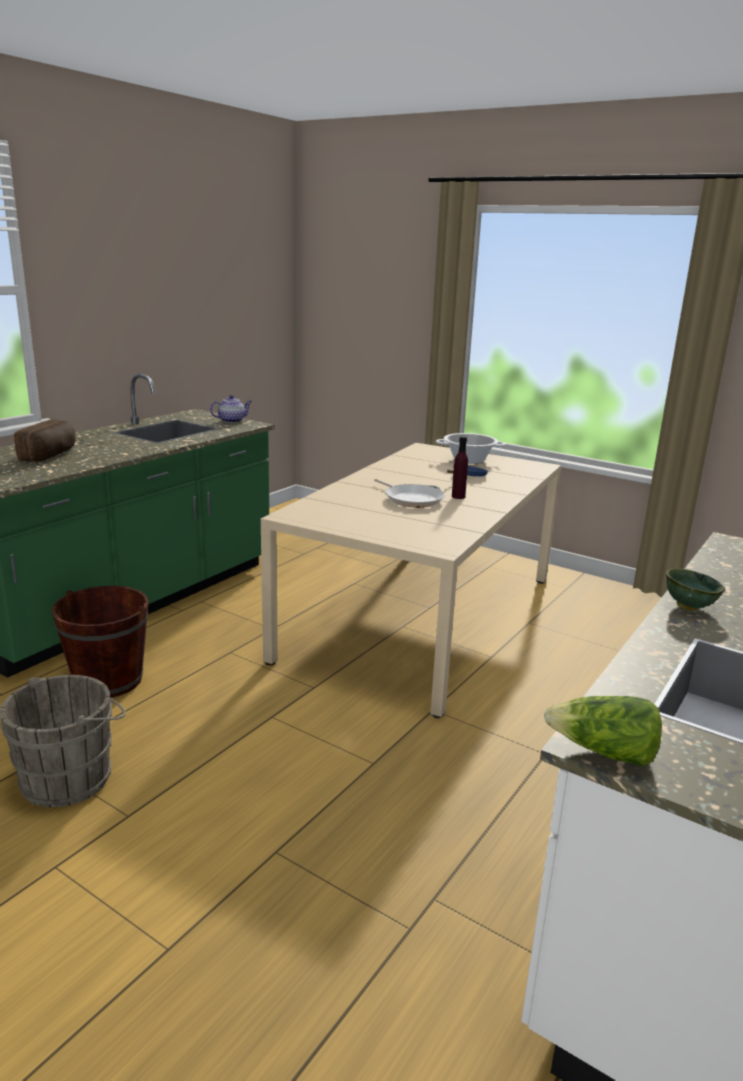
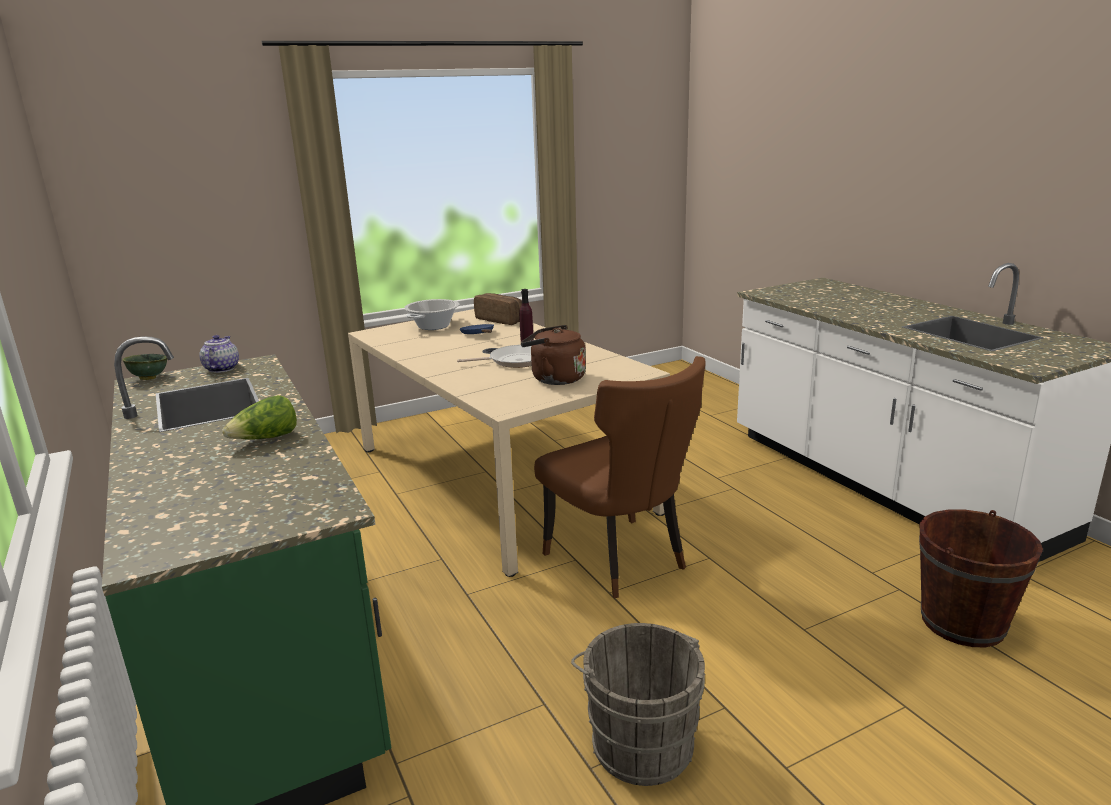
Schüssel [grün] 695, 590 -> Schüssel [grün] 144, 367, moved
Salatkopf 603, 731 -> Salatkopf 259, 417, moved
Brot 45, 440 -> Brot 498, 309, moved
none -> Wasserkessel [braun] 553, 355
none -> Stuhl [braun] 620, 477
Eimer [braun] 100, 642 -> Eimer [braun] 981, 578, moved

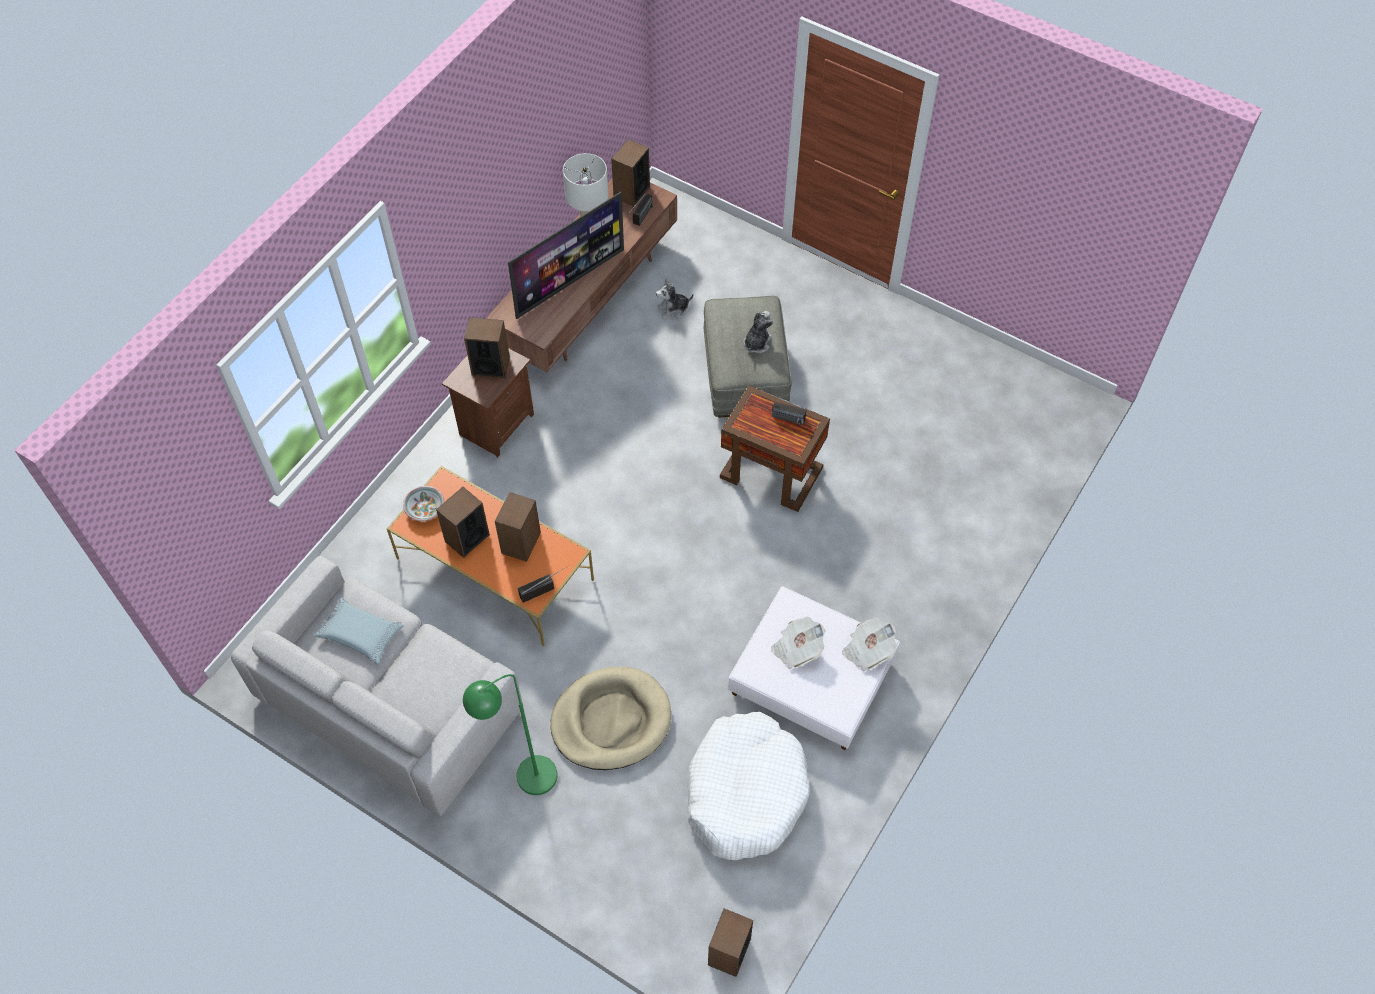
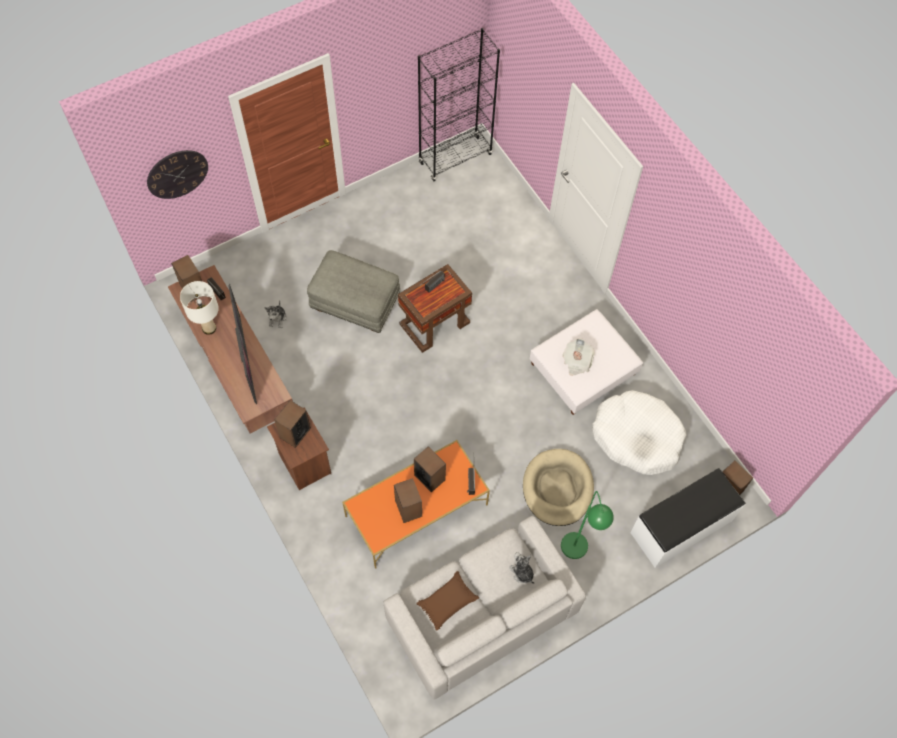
none -> Wanduhr 177, 174
Kissen [blau] 359, 631 -> Kissen [braun] 447, 600
none -> Bücherregal [schwarz] 459, 104
Plüschtier 758, 332 -> Plüschtier 521, 568, moved
none -> Bank [weiß] 687, 518
Schüssel 423, 503 -> none
Zeitung 869, 644 -> none

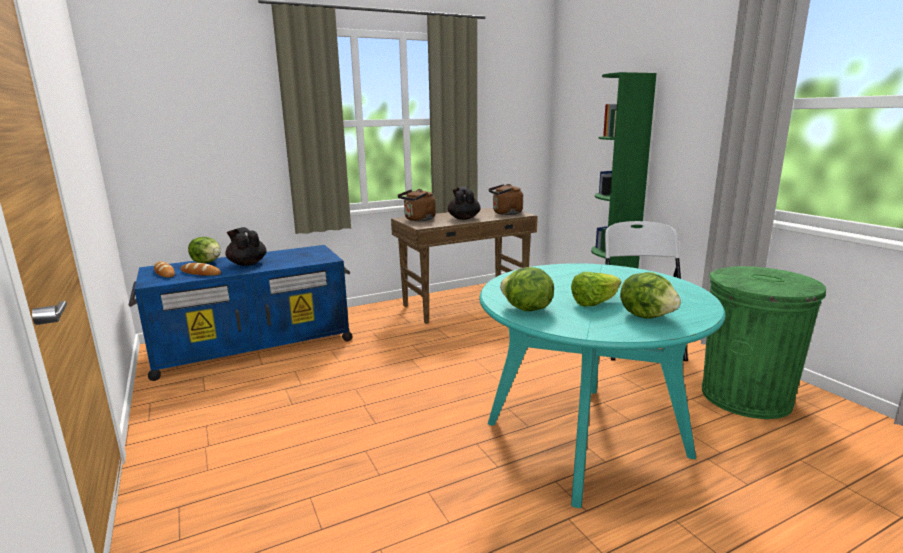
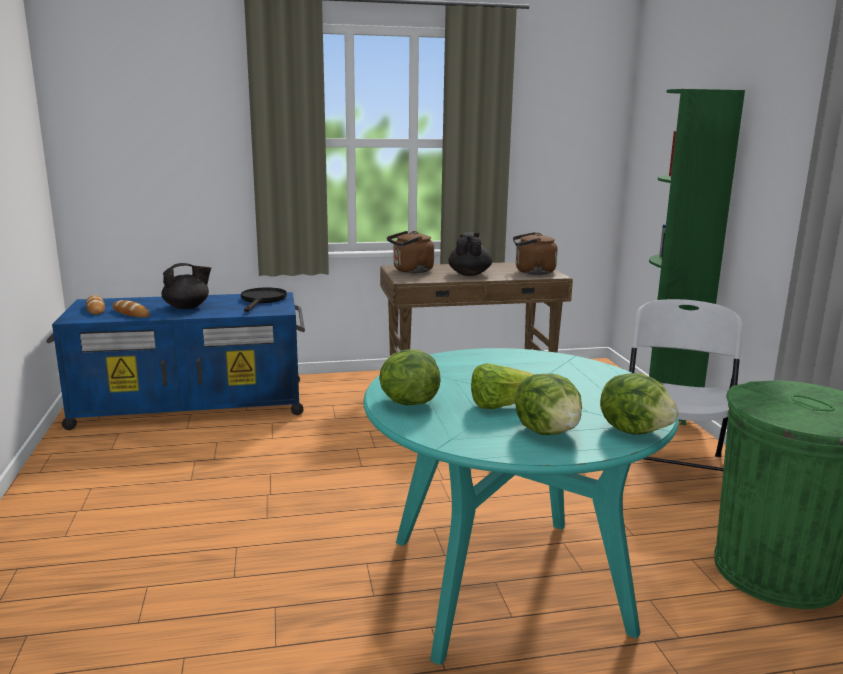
Teekanne [schwarz] 246, 246 -> Teekanne [schwarz] 186, 286, 90 degrees clockwise
none -> Pfanne [schwarz] 264, 299
Salatkopf 204, 250 -> Salatkopf 639, 404, moved

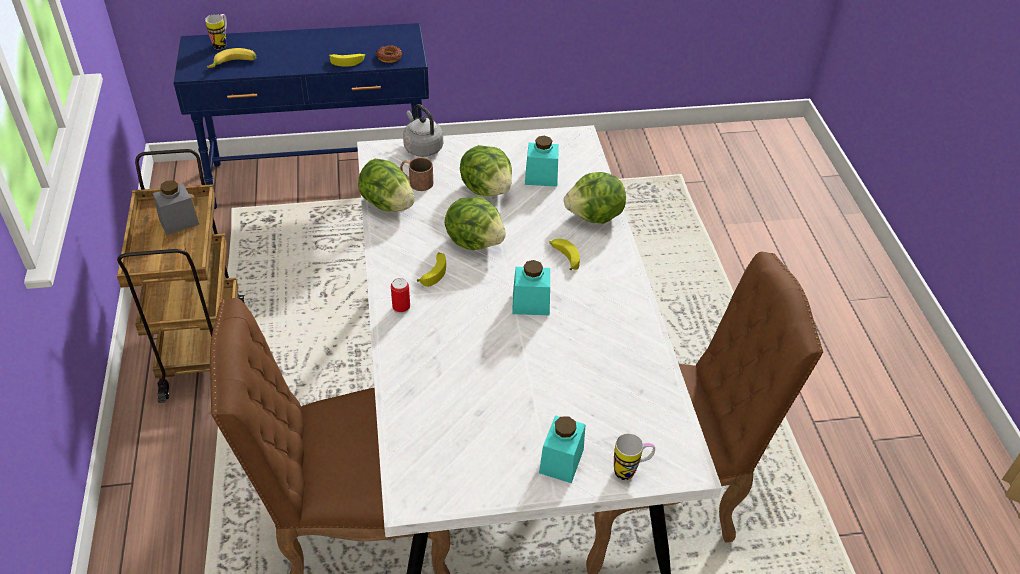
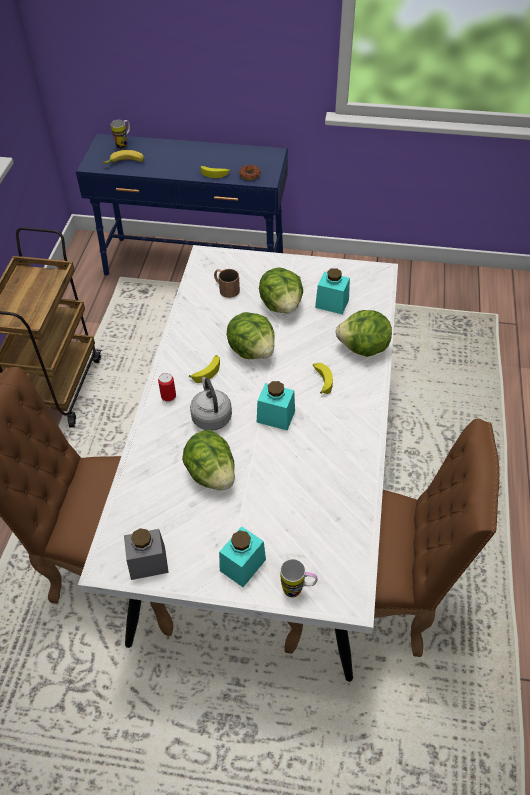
Vorratsglas [grau] 176, 207 -> Vorratsglas [grau] 146, 554, moved
Salatkopf 386, 185 -> Salatkopf 208, 460, moved
Wasserkessel [grau] 423, 130 -> Wasserkessel [grau] 211, 404, moved

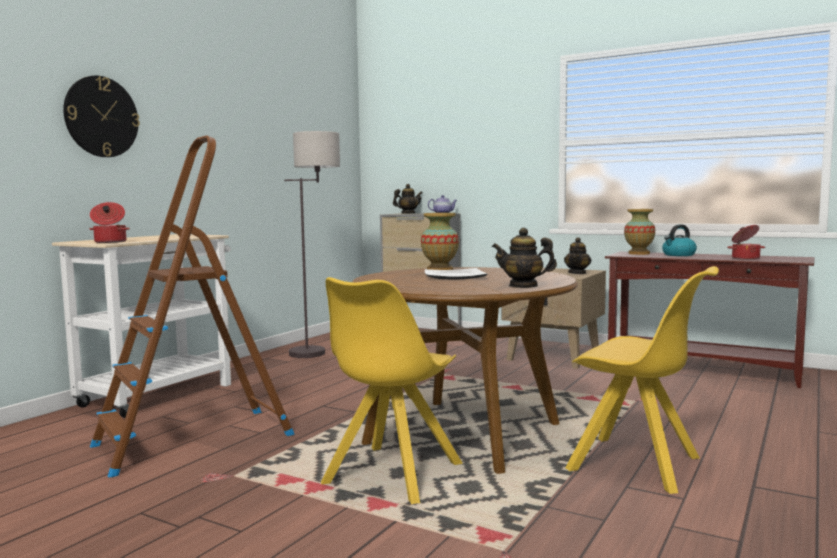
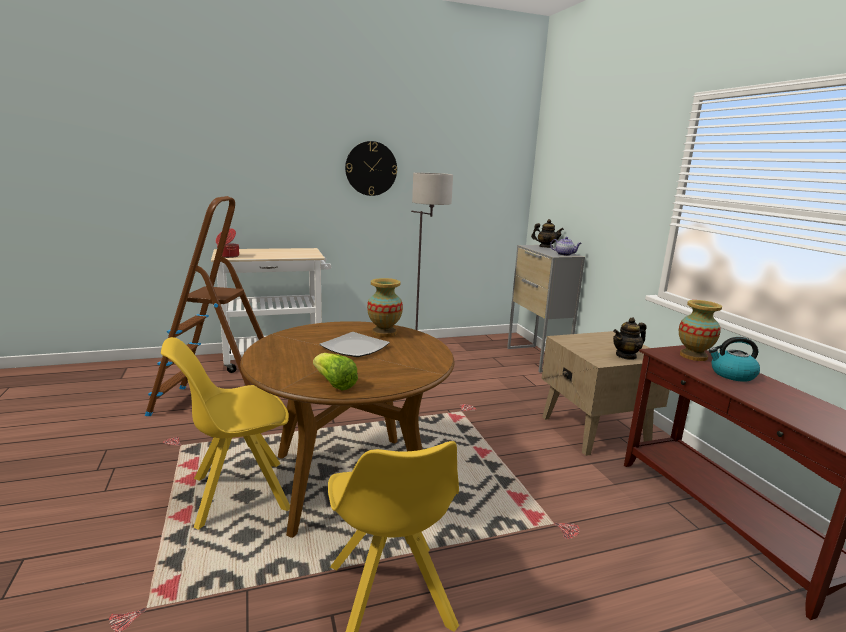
Teekanne 524, 258 -> Salatkopf 335, 372
Wanduhr 101, 116 -> Wanduhr 371, 168, moved
Kochtopf 746, 242 -> none

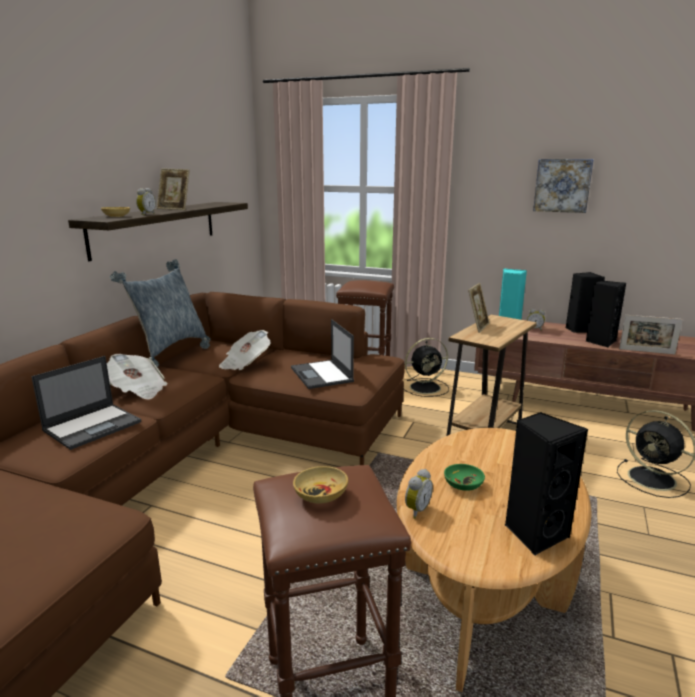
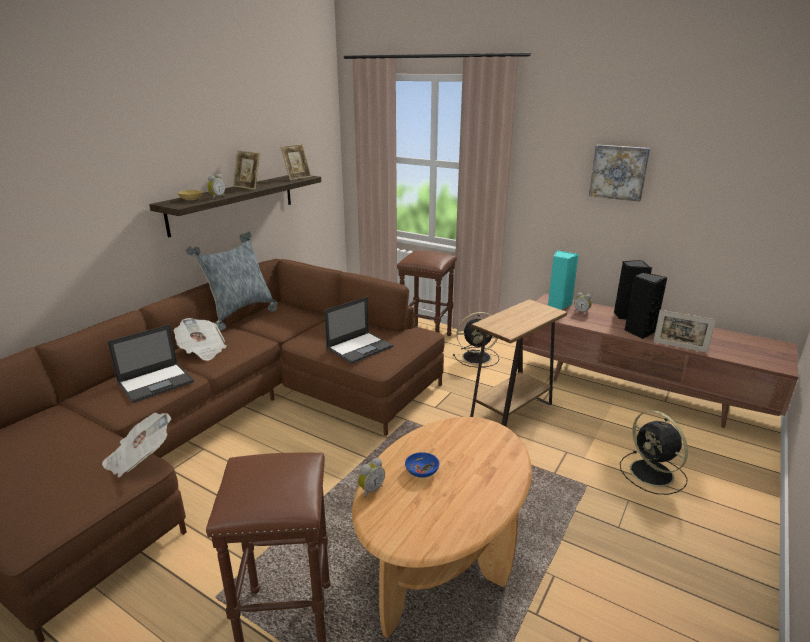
Zeitung 244, 350 -> Zeitung 136, 444, moved
Bilderrahmen 478, 308 -> Bilderrahmen 296, 162, moved
Laptop 322, 354 -> Laptop 358, 330, 120 degrees counterclockwise
Schüssel [grün] 464, 477 -> Schüssel [blau] 422, 465
Schüssel [beige] 320, 484 -> none
Lautsprecher [schwarz] 546, 484 -> none

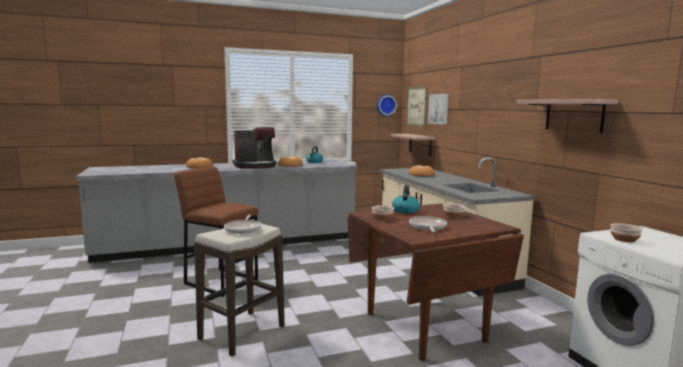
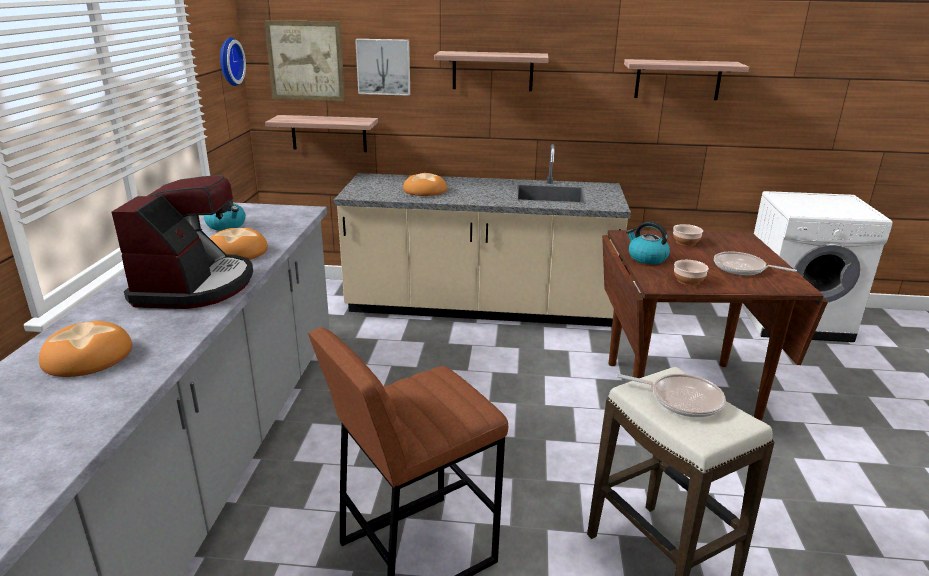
none -> Wandregal 491, 71
Schüssel 627, 233 -> none

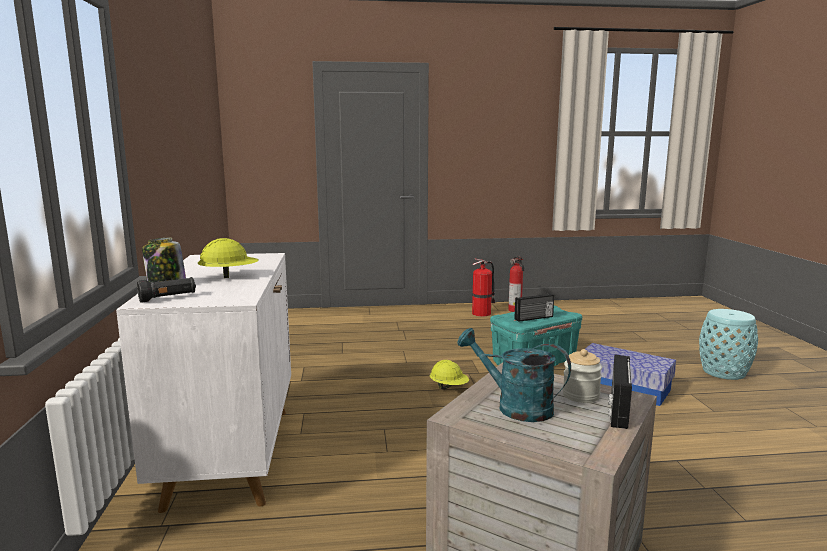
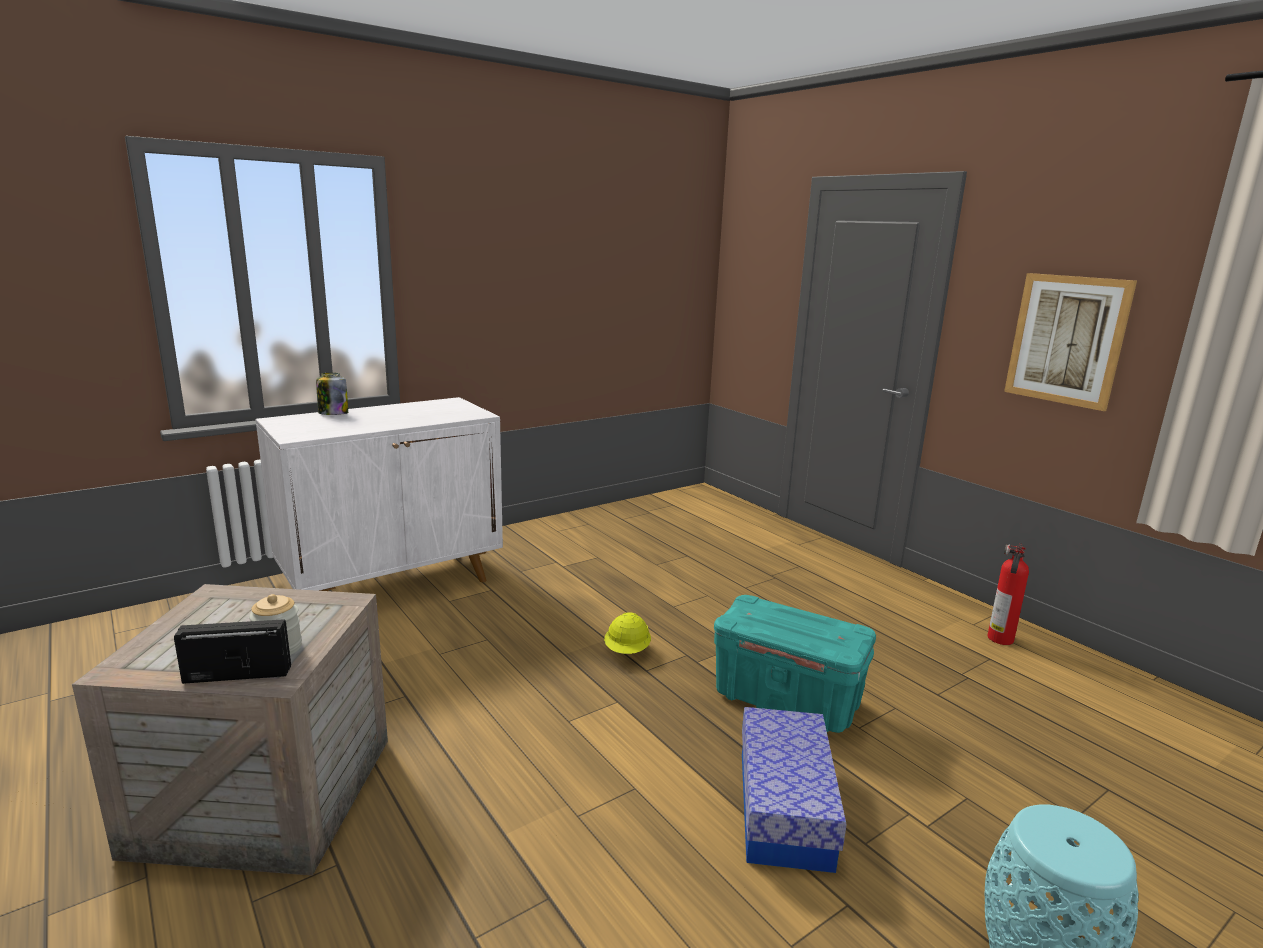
none -> Bild 1070, 342
Taschenlampe [schwarz] 166, 290 -> none
Schutzhelm [gelb] 228, 258 -> none
Gießkanne [türkis] 514, 375 -> none
Feuerlöscher 483, 287 -> none
Radio 534, 307 -> none

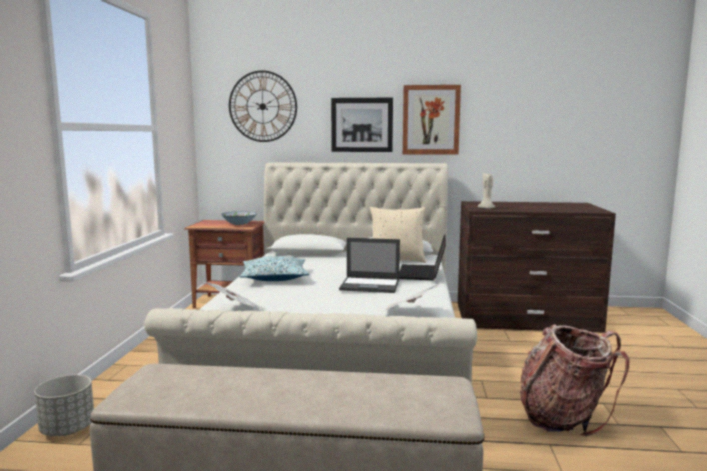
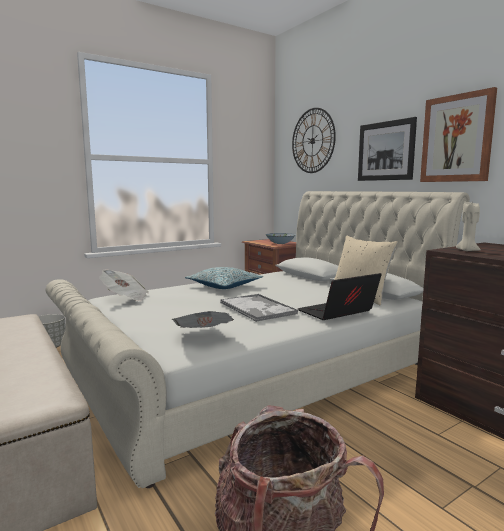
Laptop 369, 265 -> Tablett 259, 308

